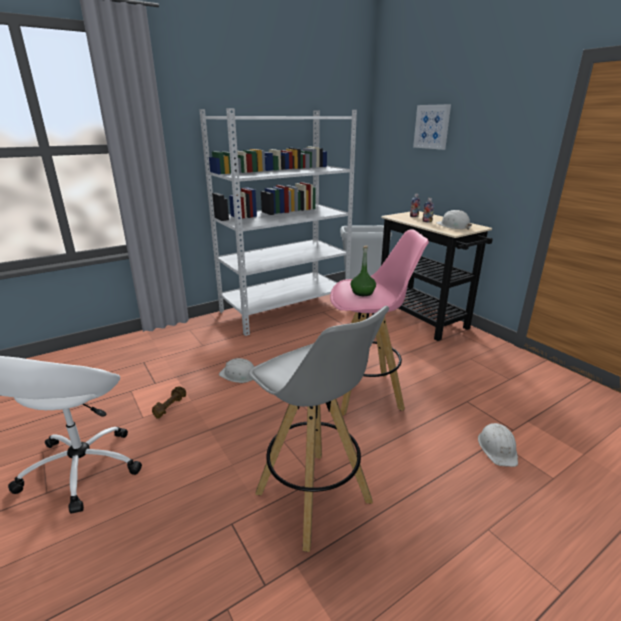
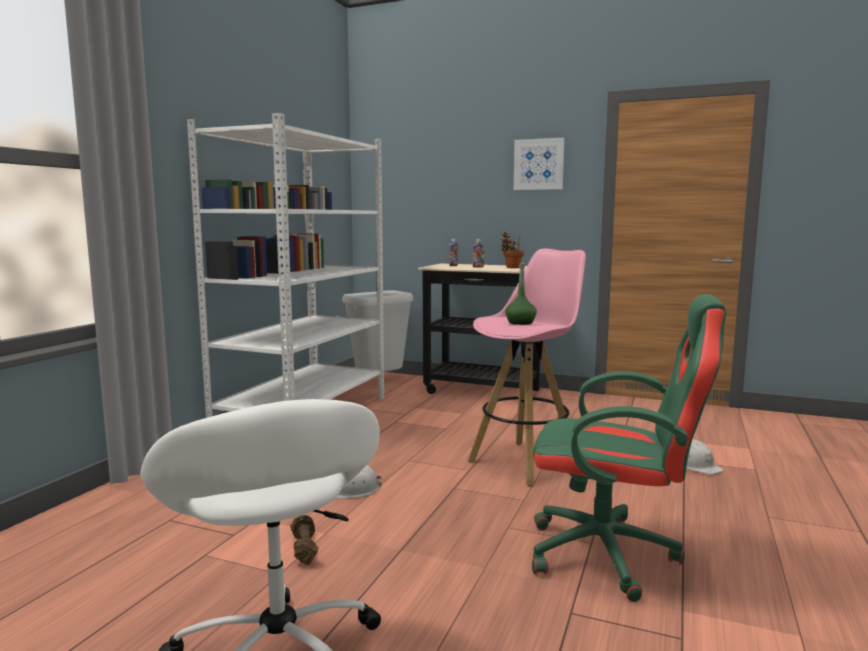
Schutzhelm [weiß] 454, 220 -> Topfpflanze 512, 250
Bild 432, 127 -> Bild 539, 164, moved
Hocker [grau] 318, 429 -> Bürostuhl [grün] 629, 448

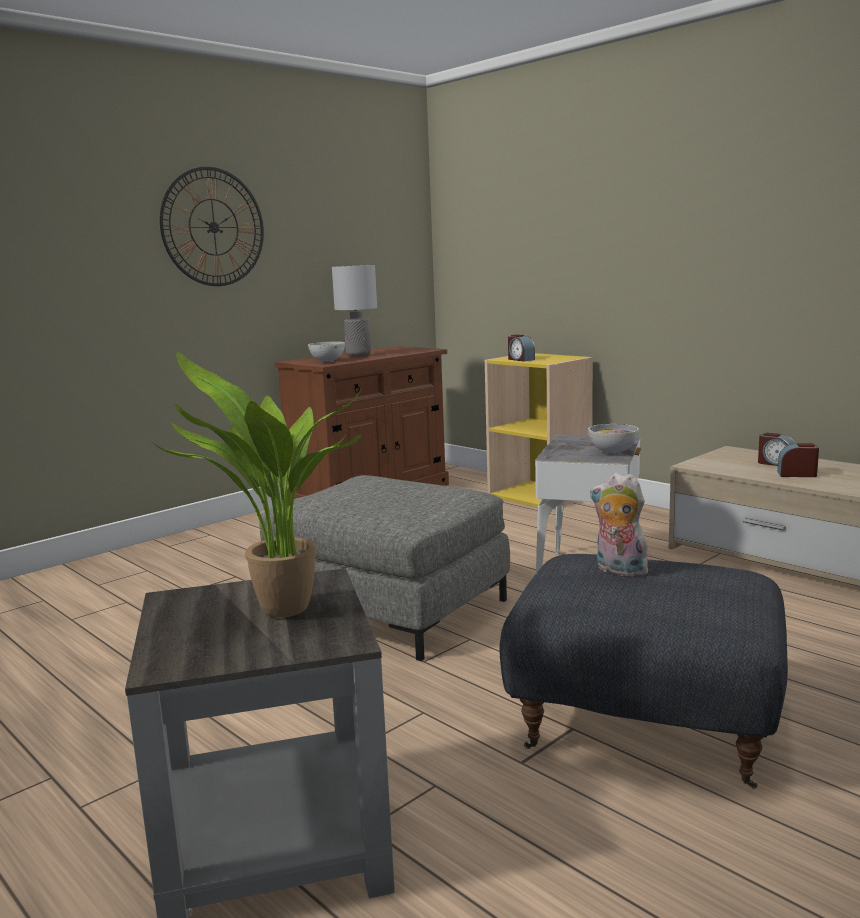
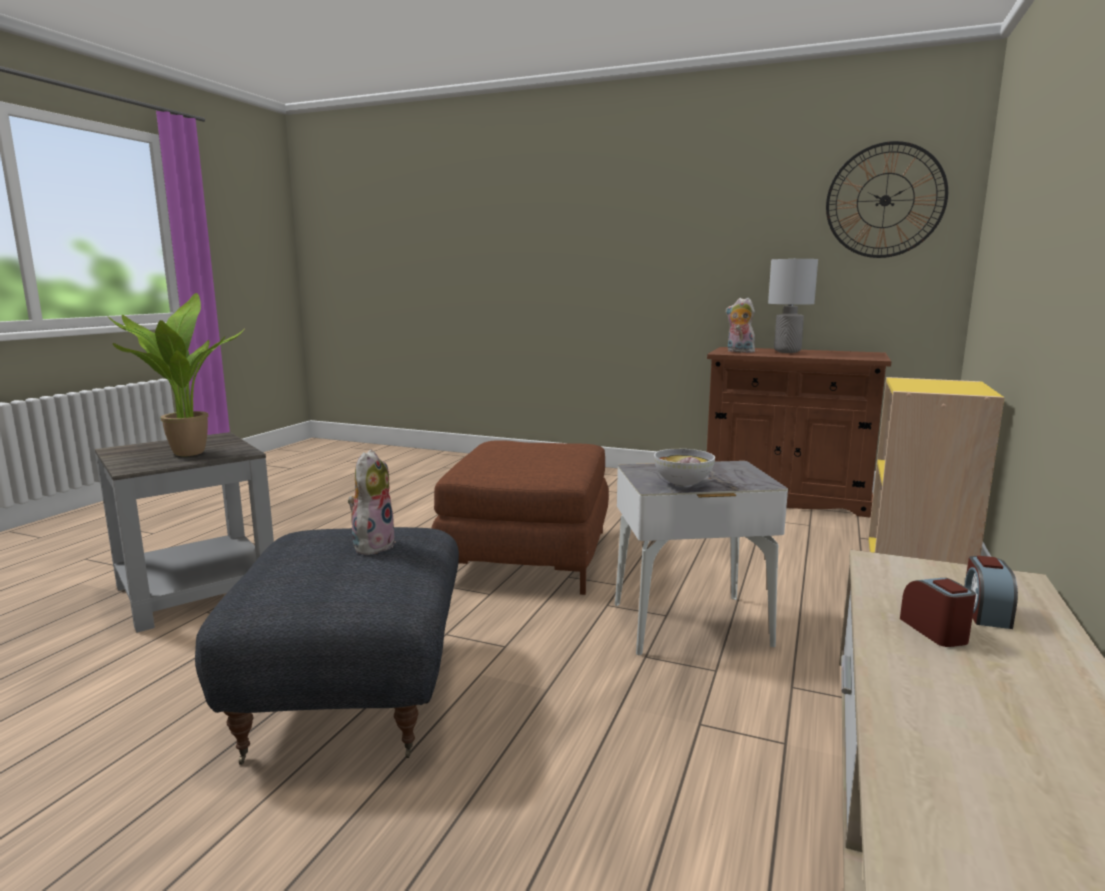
Polsterhocker [grau] 384, 568 -> Polsterhocker [braun] 520, 517
Schüssel 326, 352 -> Plüschtier 740, 325
Wanduhr 212, 226 -> Wanduhr 887, 199, moved
Wecker 521, 348 -> none

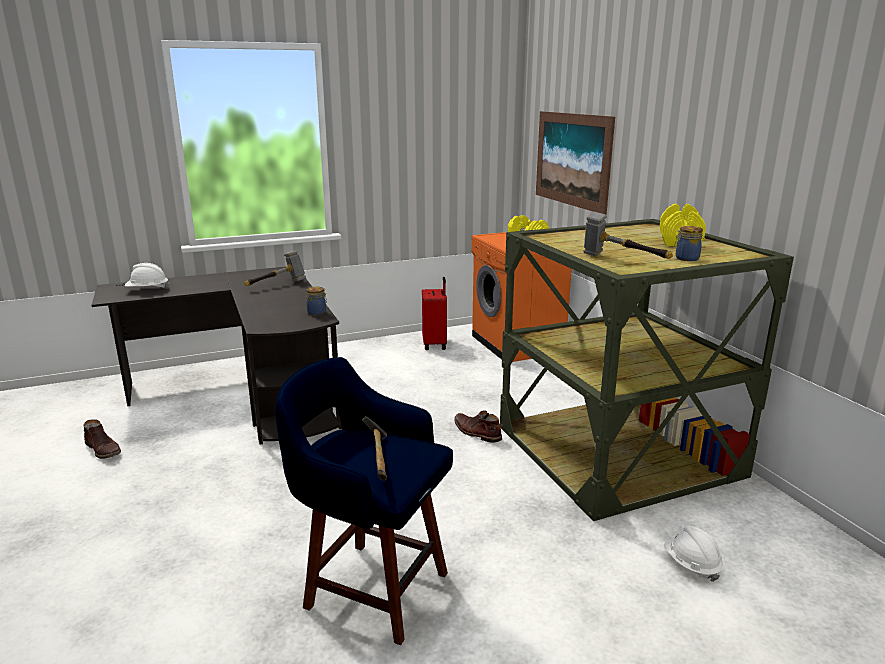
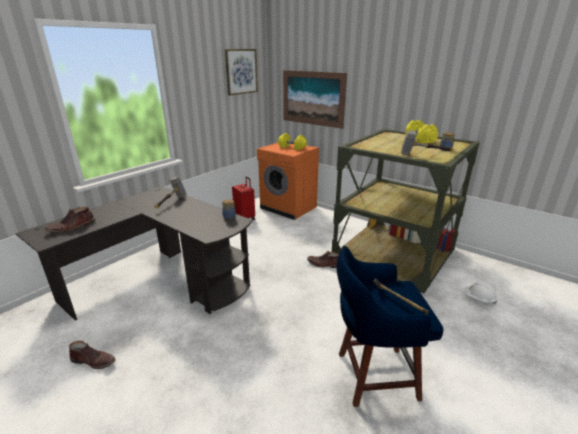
Schutzhelm [weiß] 147, 275 -> Stiefel [braun] 69, 220
none -> Bild 241, 72

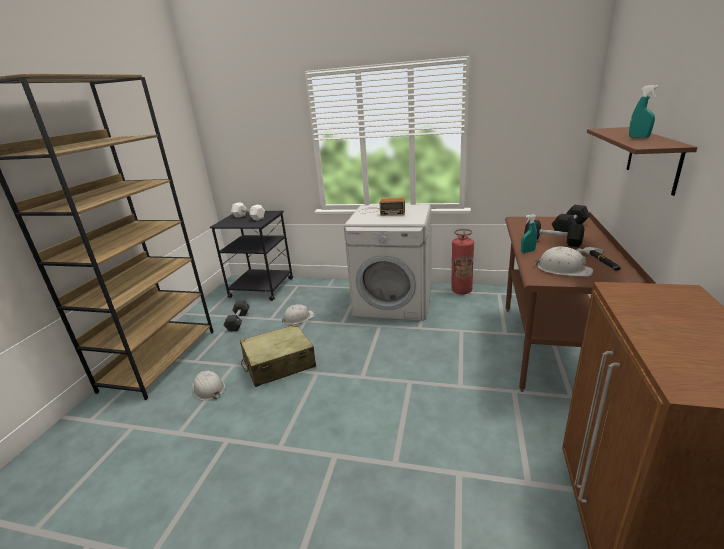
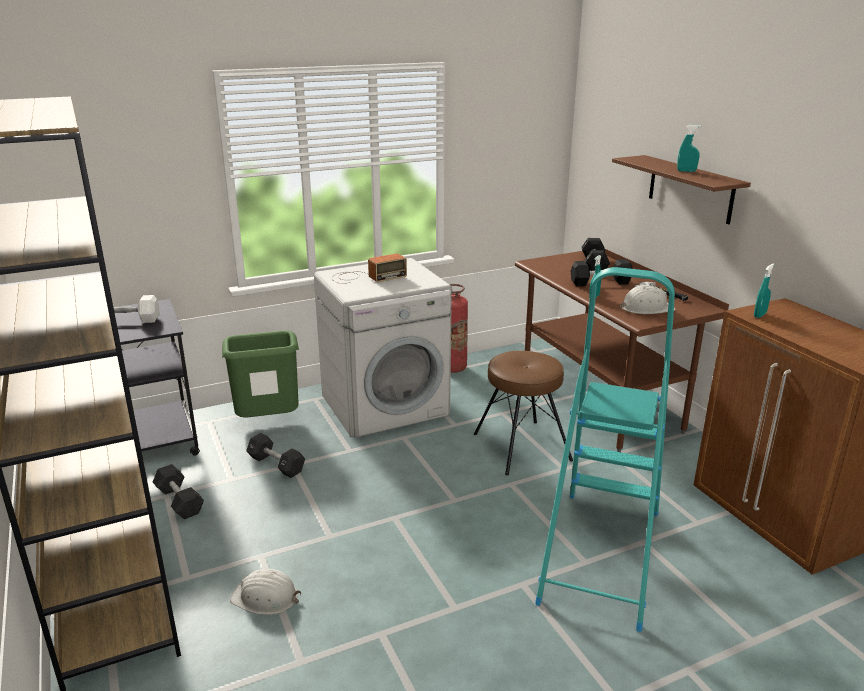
none -> Mülleimer [grün] 260, 374
Schutzhelm [weiß] 298, 314 -> Hantel [schwarz] 275, 455
none -> Hocker [braun] 523, 413
none -> Trittleiter [türkis] 605, 449
none -> Sprühflasche [türkis] 764, 291
Koffer [beige] 278, 355 -> none

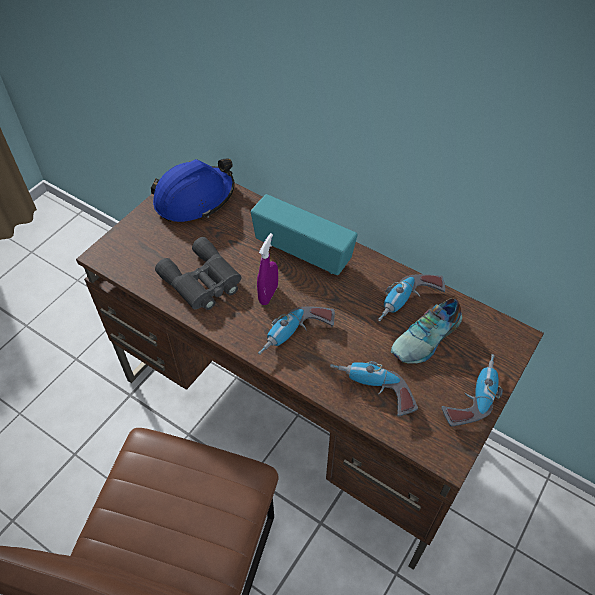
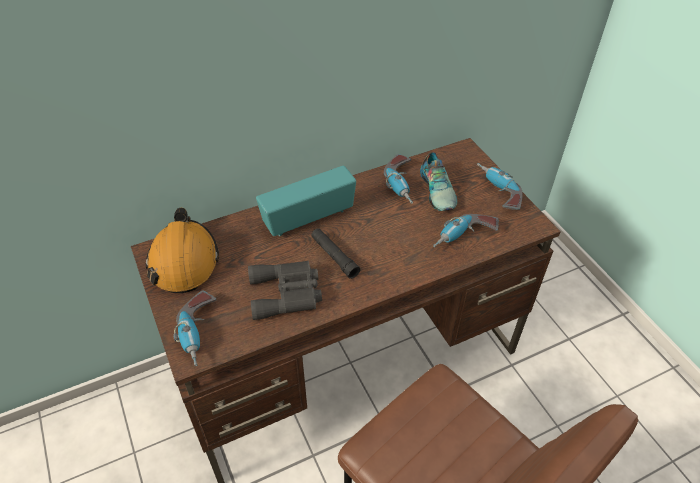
Schutzhelm [blau] 193, 190 -> Schutzhelm [orange] 182, 250
Bohrmaschine 296, 330 -> Bohrmaschine 194, 328, moved
Sprühflasche [lila] 267, 269 -> Taschenlampe [schwarz] 336, 253

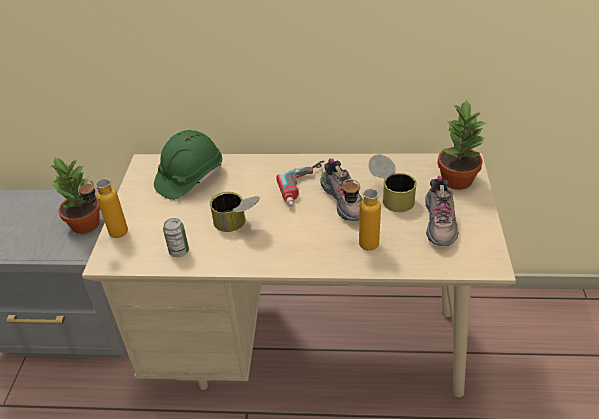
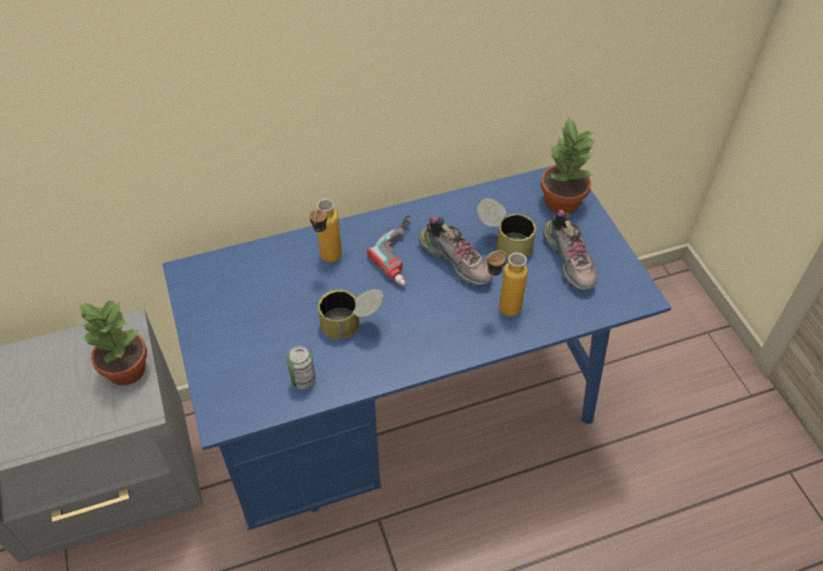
Schreibtisch [beige] 299, 275 -> Schreibtisch [blau] 416, 347
Flasche 103, 208 -> Flasche 325, 230, moved
Schutzhelm [grün] 188, 165 -> none

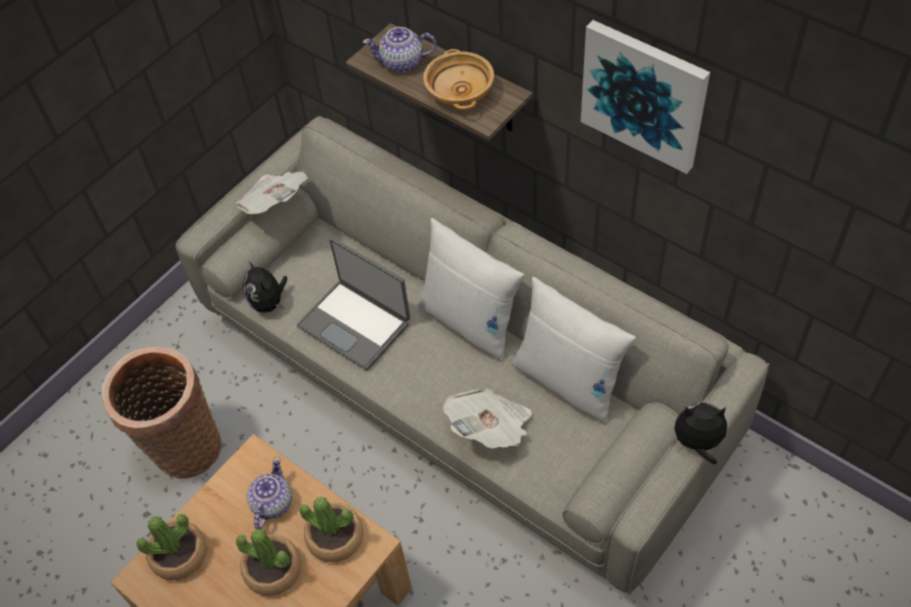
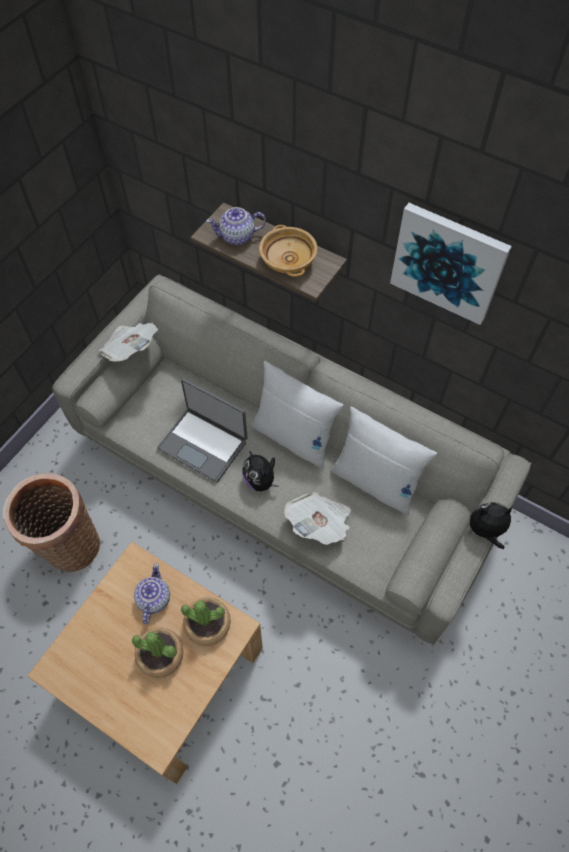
Plüschtier 265, 287 -> Plüschtier 260, 471, moved
Topfpflanze 172, 547 -> none

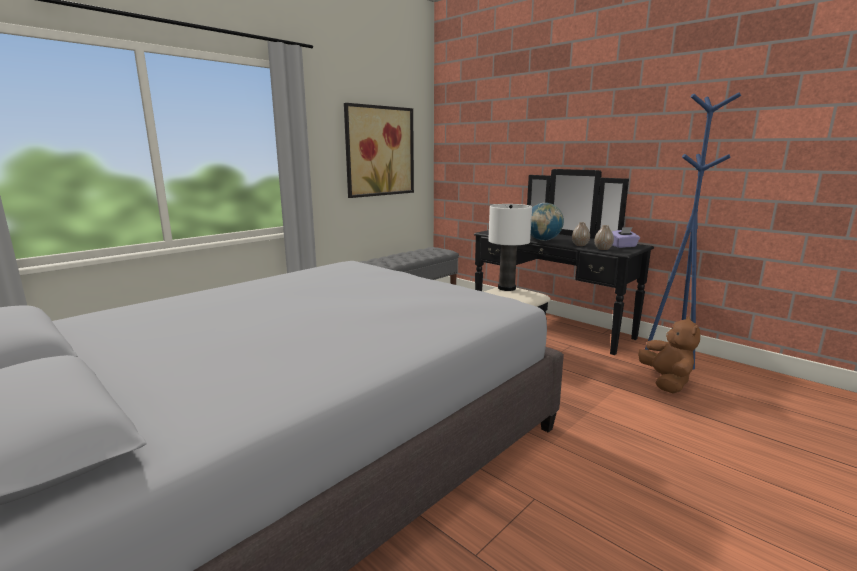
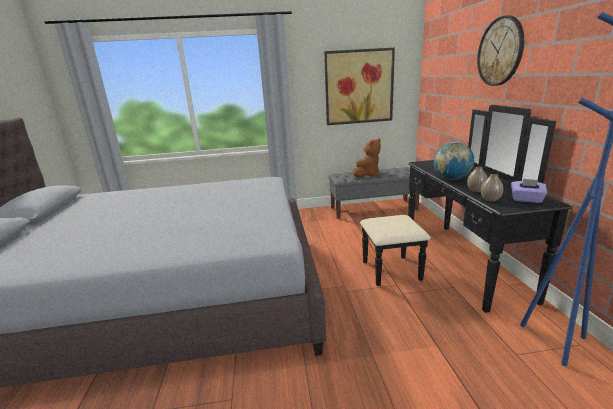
Plüschtier [braun] 669, 355 -> Plüschtier [braun] 367, 157, moved
none -> Wanduhr 500, 50
Tischlampe [weiß] 510, 247 -> none

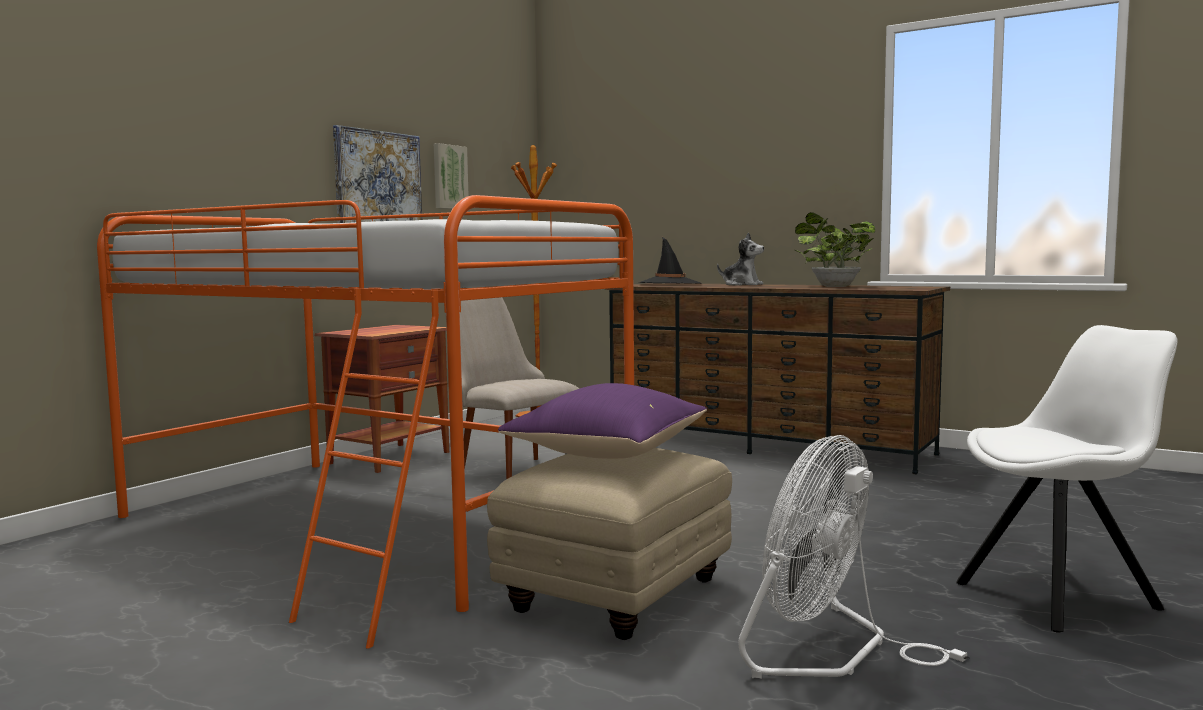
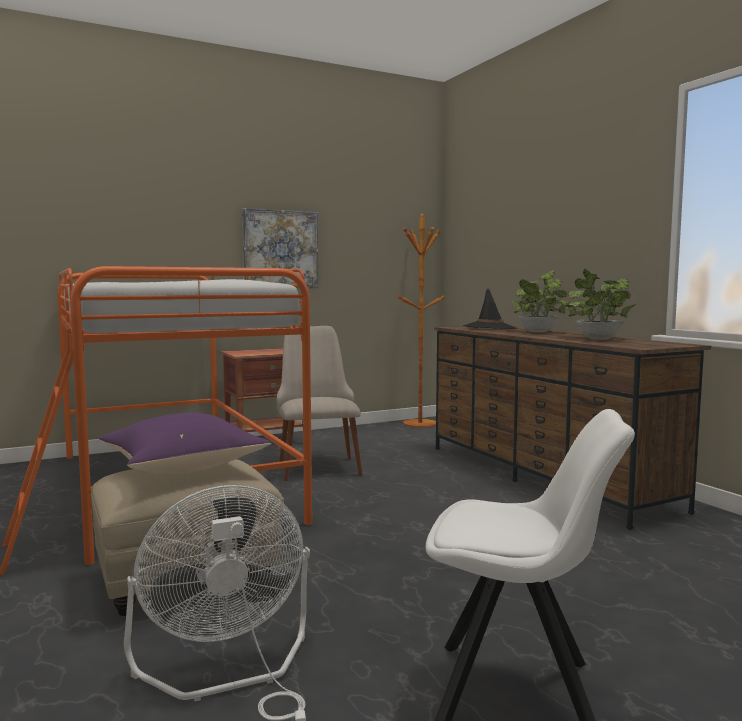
Plüschtier 740, 259 -> Topfpflanze 540, 301
Bild 451, 176 -> none

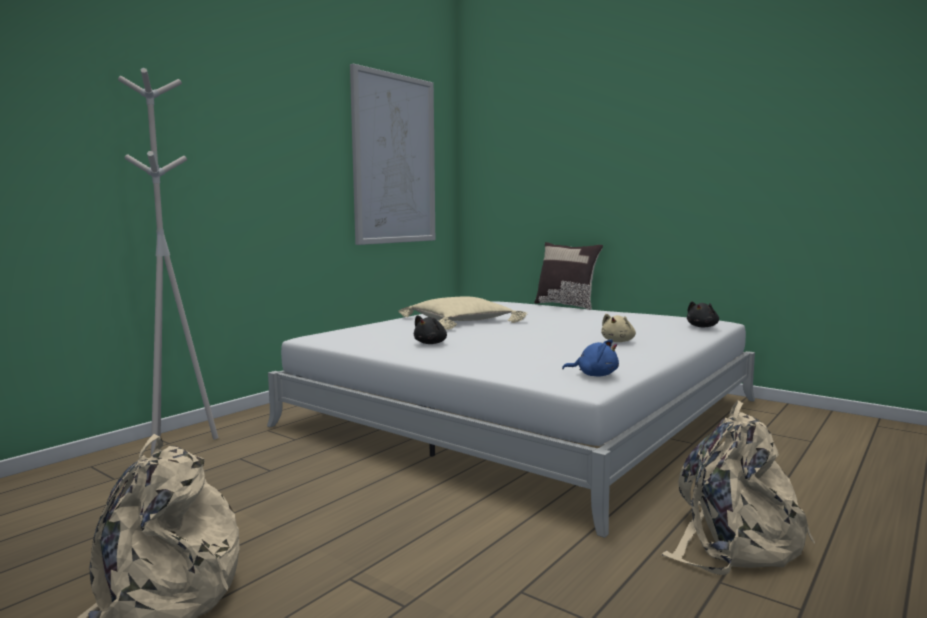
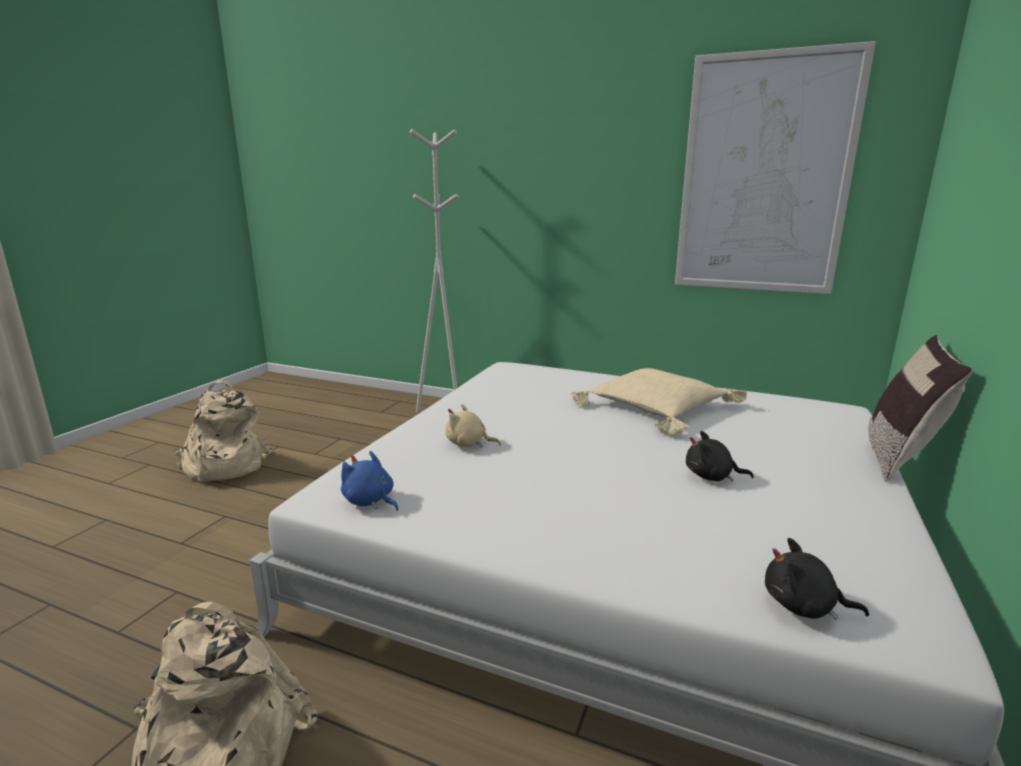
Plüschtier [blau] 590, 358 -> Plüschtier [blau] 369, 481, 120 degrees clockwise
Plüschtier [beige] 618, 328 -> Plüschtier [beige] 473, 426, moved
Plüschtier [schwarz] 430, 329 -> Plüschtier [schwarz] 720, 456, moved

